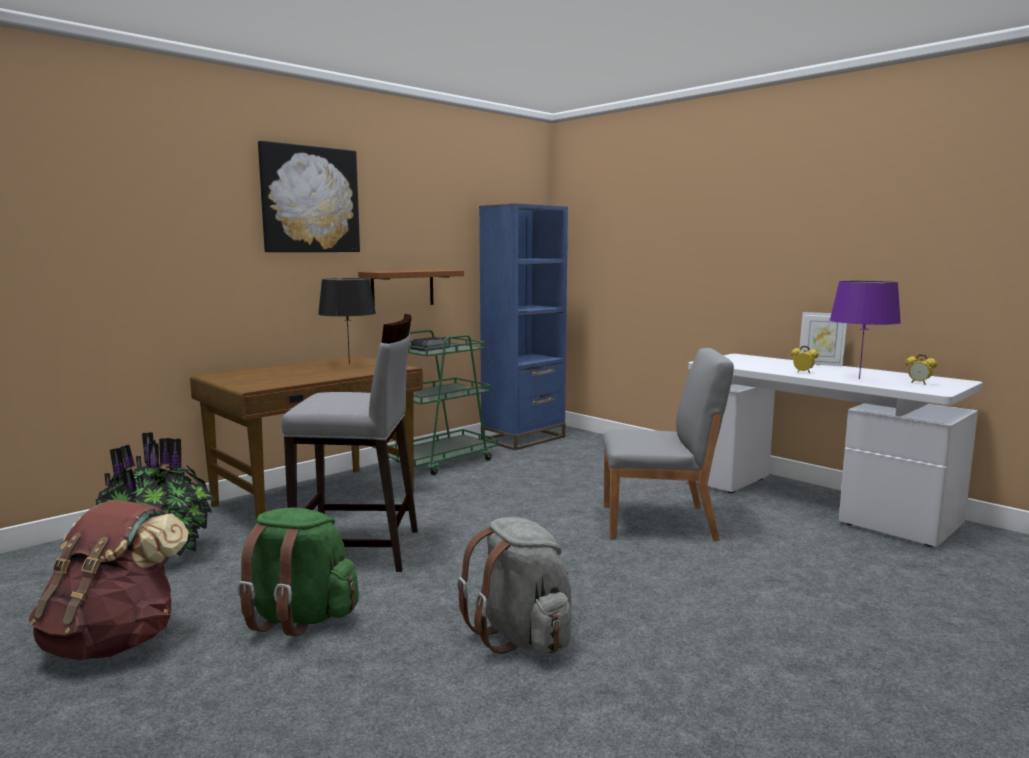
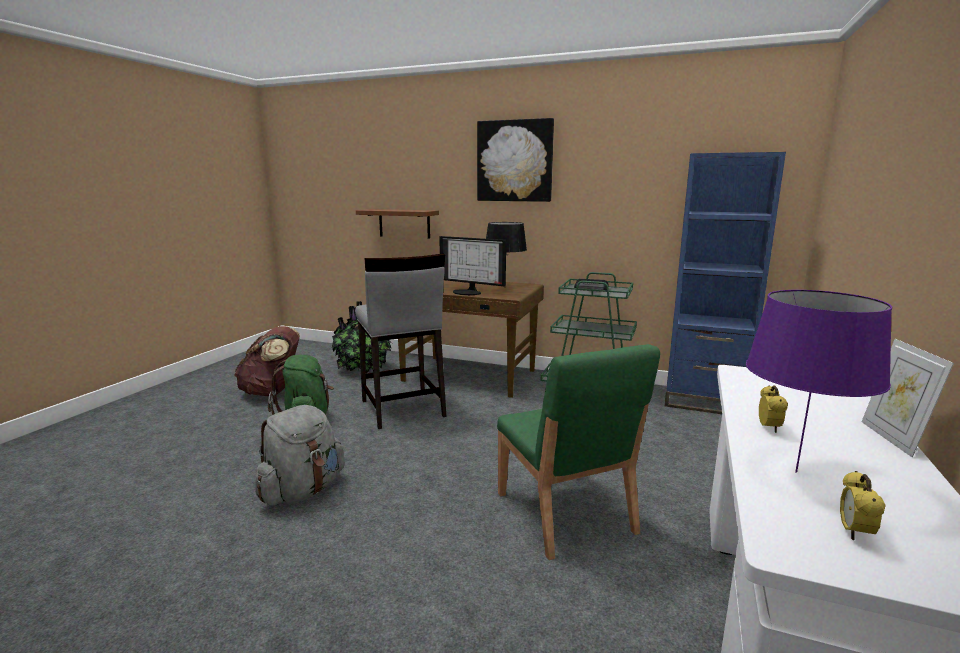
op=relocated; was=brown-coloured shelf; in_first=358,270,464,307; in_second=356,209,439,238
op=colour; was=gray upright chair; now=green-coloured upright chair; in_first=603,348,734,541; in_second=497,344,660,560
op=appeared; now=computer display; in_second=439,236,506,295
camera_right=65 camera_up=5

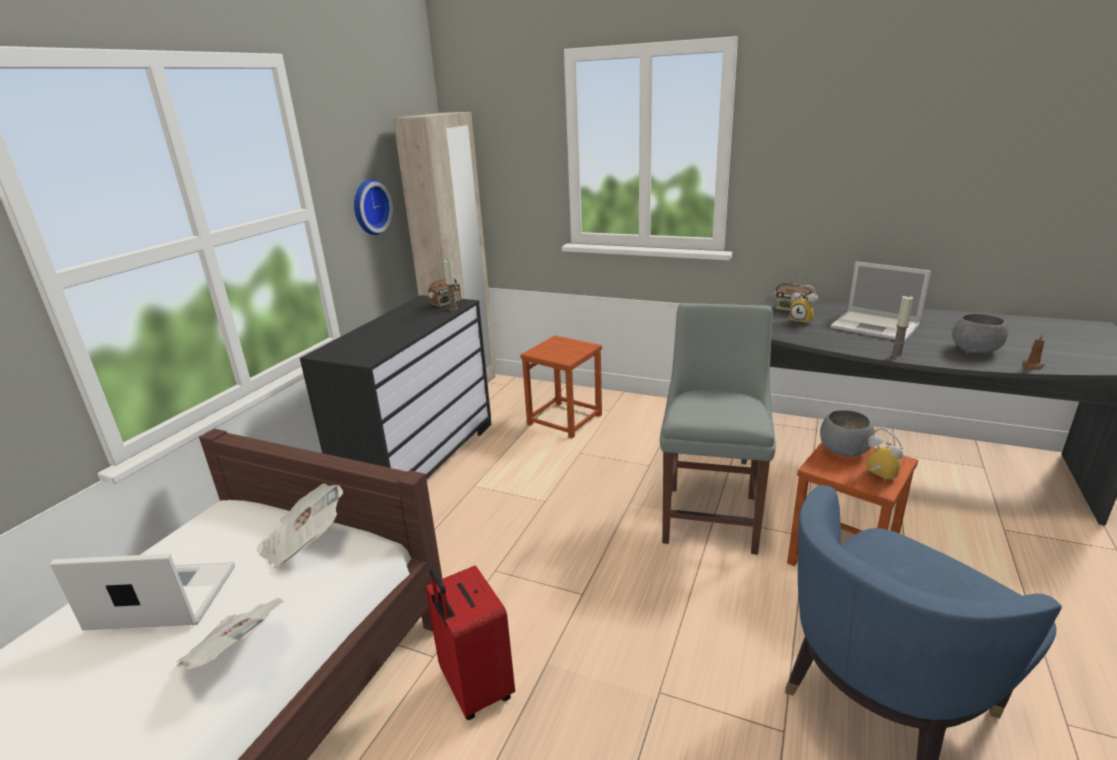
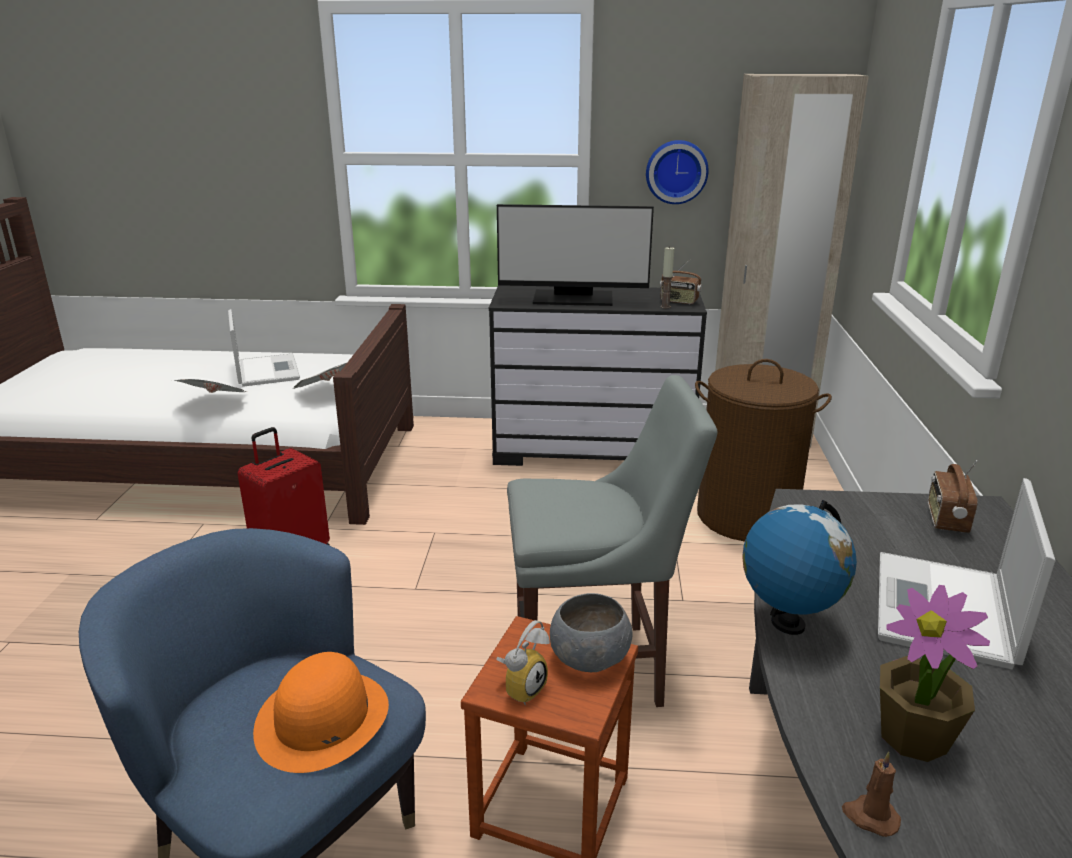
op=missing; was=alarm clock; in_first=789,285,818,323
op=exchanged; was=candle; now=desk globe; in_first=891,295,914,358; in_second=742,500,857,635
op=exchanged; was=gray deep dish; now=potted plant; in_first=952,314,1008,353; in_second=880,585,990,762
op=exchanged; was=brown-coloured sitting stool; now=brown-coloured washing basket; in_first=520,336,602,438; in_second=695,359,832,541
op=appeared; now=computer display; in_second=497,204,654,306
op=appeared; now=orange wearable hat; in_second=253,652,389,773
camera_right=70 camera_up=0

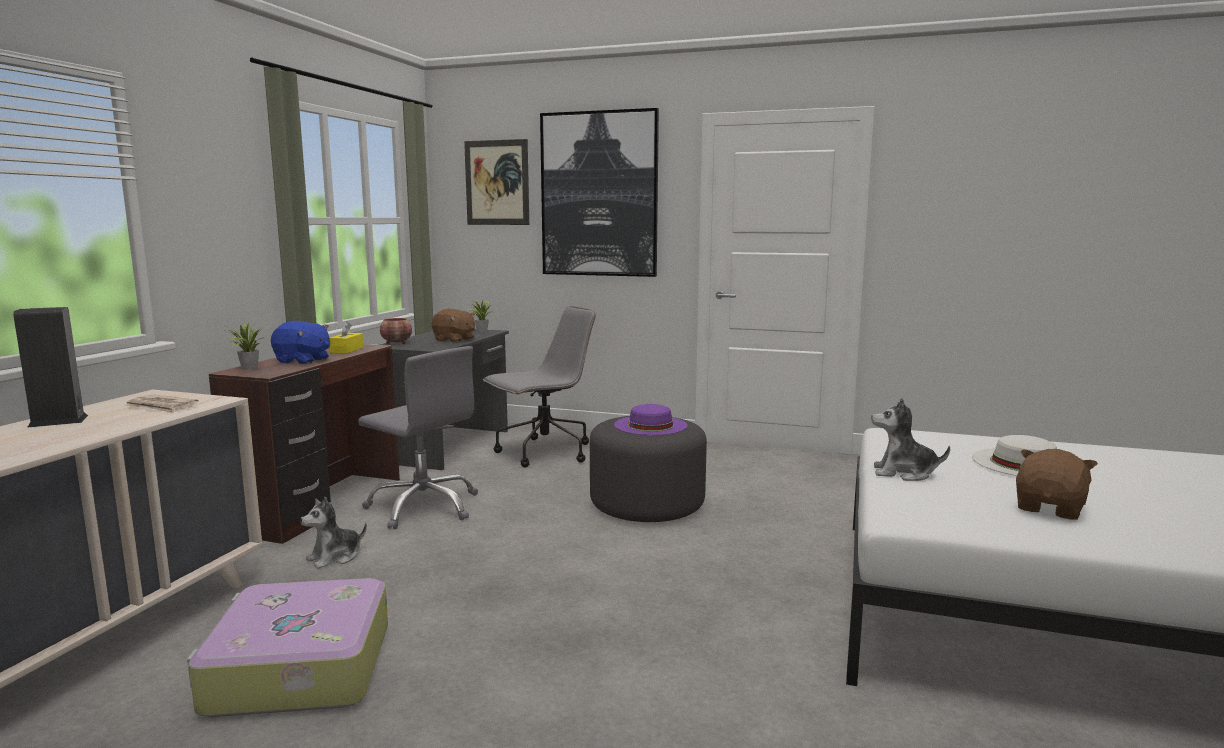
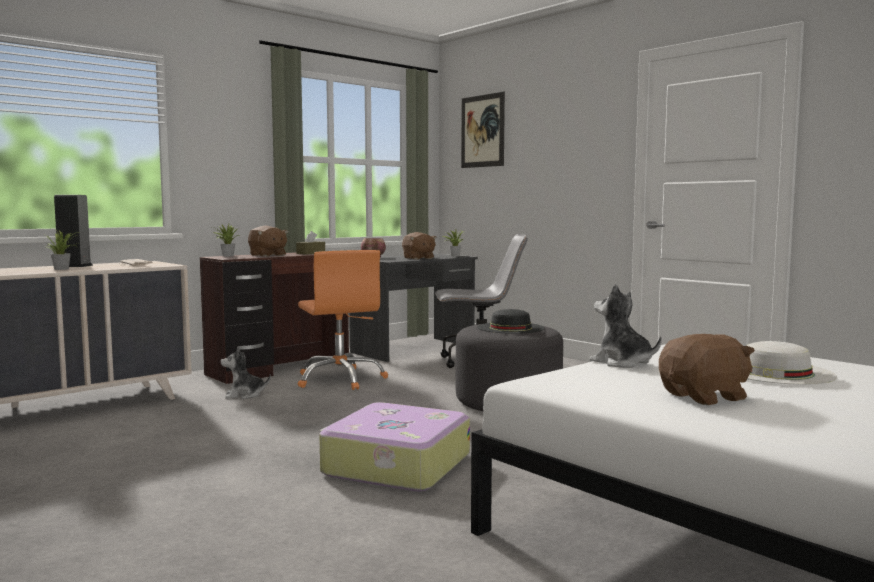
op=missing; was=wall picture; in_first=540,108,659,277
op=colour; was=bluish cuddly toy; now=brown-coloured cuddly toy; in_first=271,321,330,364; in_second=248,226,288,257
op=colour; was=yellowish tissue box; now=brown-coloured tissue box; in_first=330,321,364,353; in_second=296,231,325,255
op=colour; was=gray computer chair; now=orange computer chair; in_first=358,346,478,529; in_second=298,250,388,390
op=colour; was=purplish wearable hat; now=black-coloured wearable hat; in_first=614,404,688,435; in_second=477,309,545,334
op=relocated; was=travel case; in_first=187,578,388,717; in_second=319,402,470,492
op=appeared; now=potted plant; in_second=40,230,79,270
camera_right=30 camera_up=-5

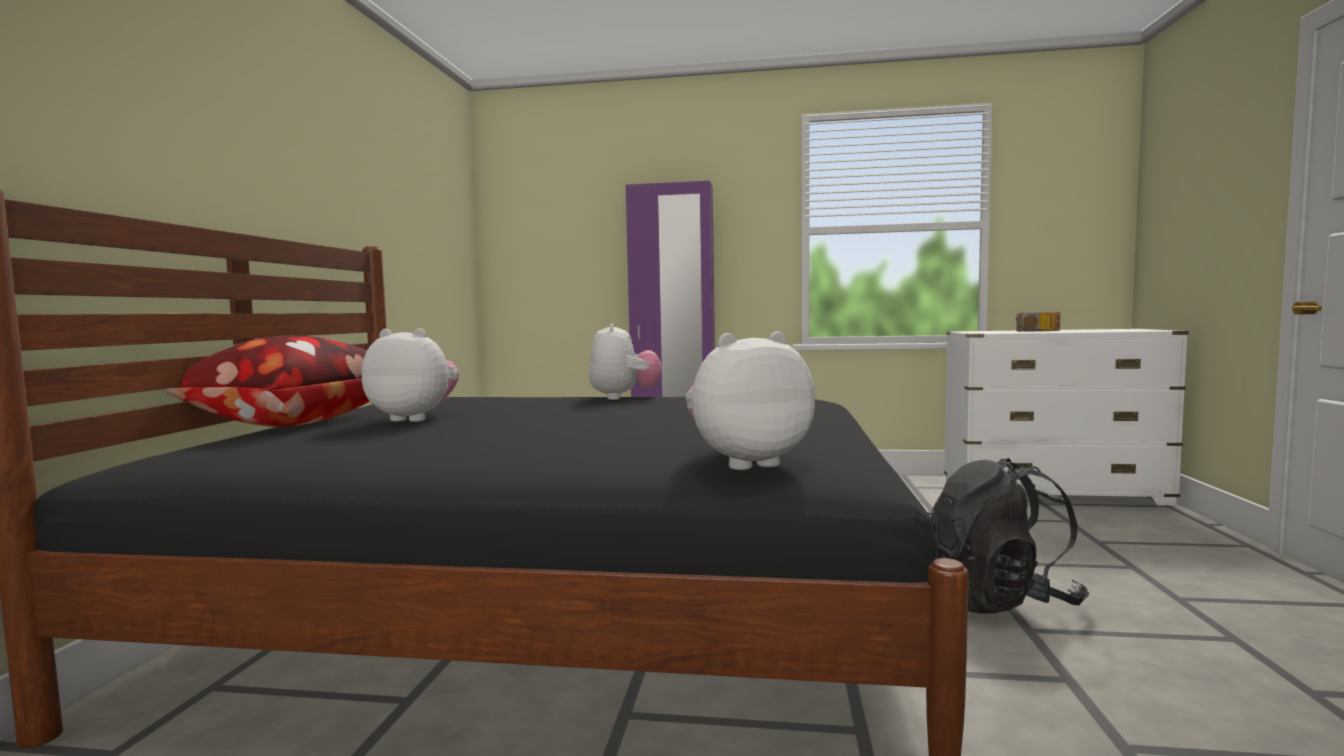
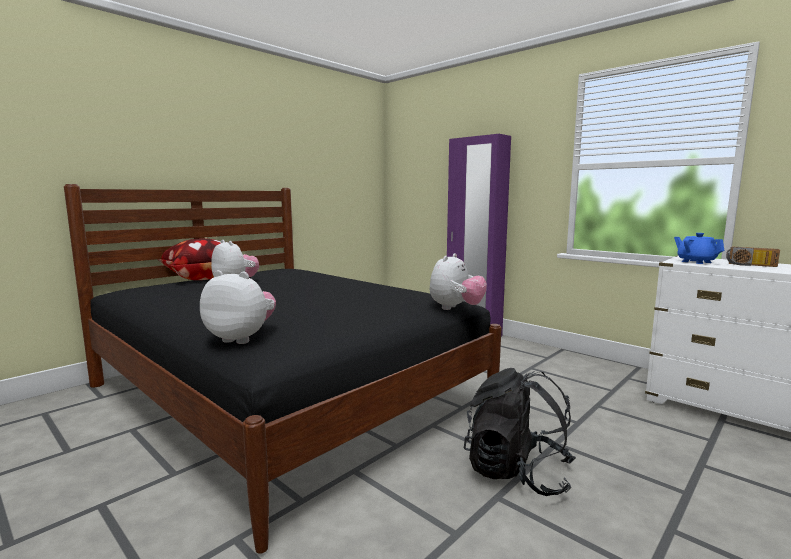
op=relocated; was=cuddly toy; in_first=589,324,661,400; in_second=430,253,487,310
op=appeared; now=bluish teapot; in_second=674,233,724,264
camera_right=35 camera_up=5

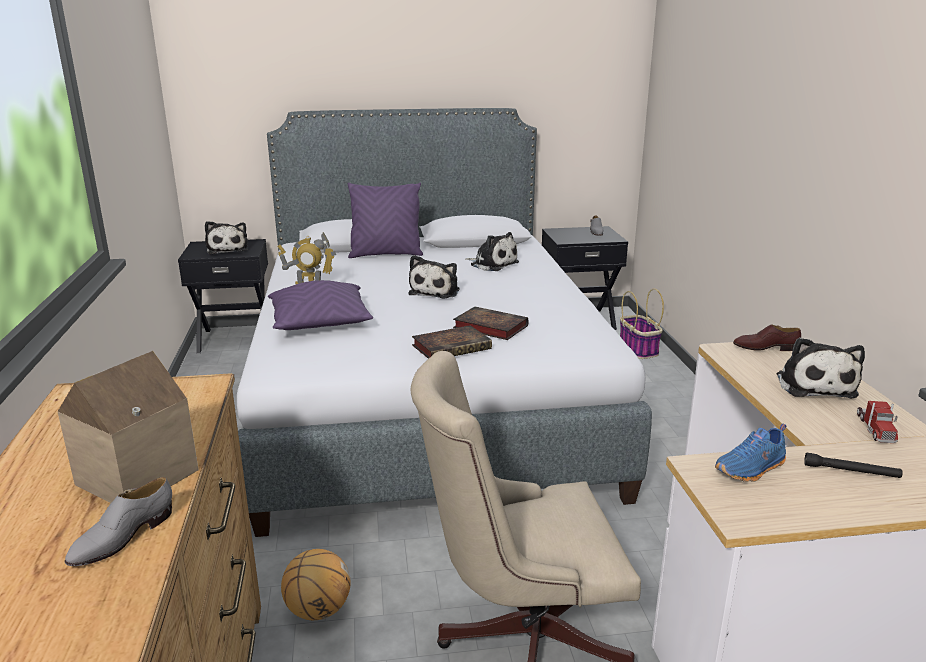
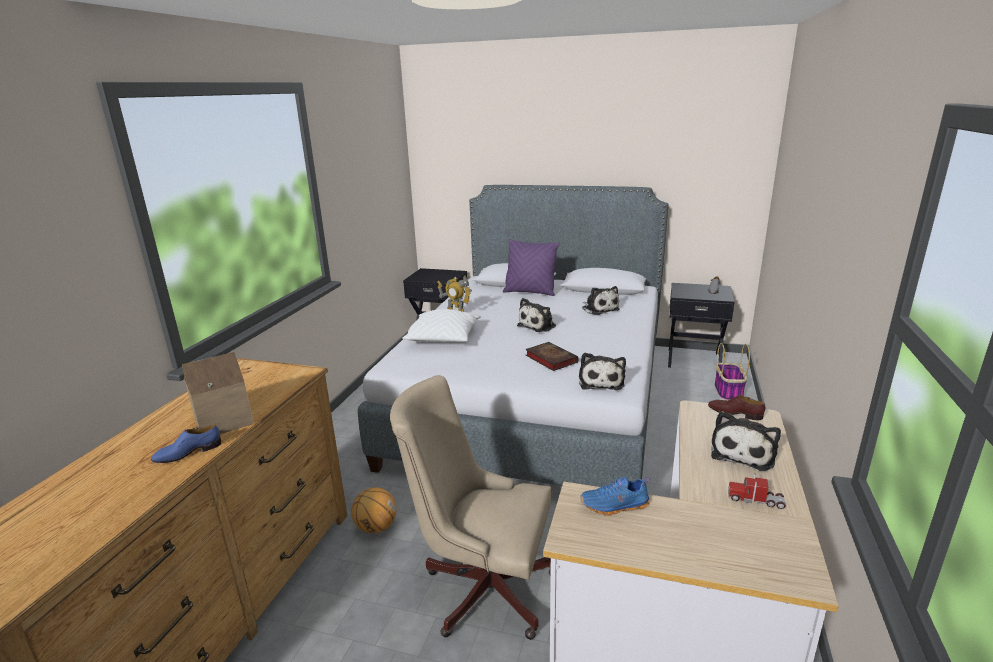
op=relocated; was=cuddly toy; in_first=205,221,248,255; in_second=579,353,626,390
op=colour; was=purplish pillow; now=white pillow; in_first=268,280,373,330; in_second=402,309,481,342
op=missing; was=book; in_first=412,325,492,359
op=spun; was=toy truck; in_first=857,401,898,443; in_second=728,473,786,509; clockwise=75
op=missing; was=black-coloured torch; in_first=804,453,903,478
op=colour; was=gray low shoe; now=bluish low shoe; in_first=64,477,172,566; in_second=151,424,221,463
camera_right=25 camera_up=0

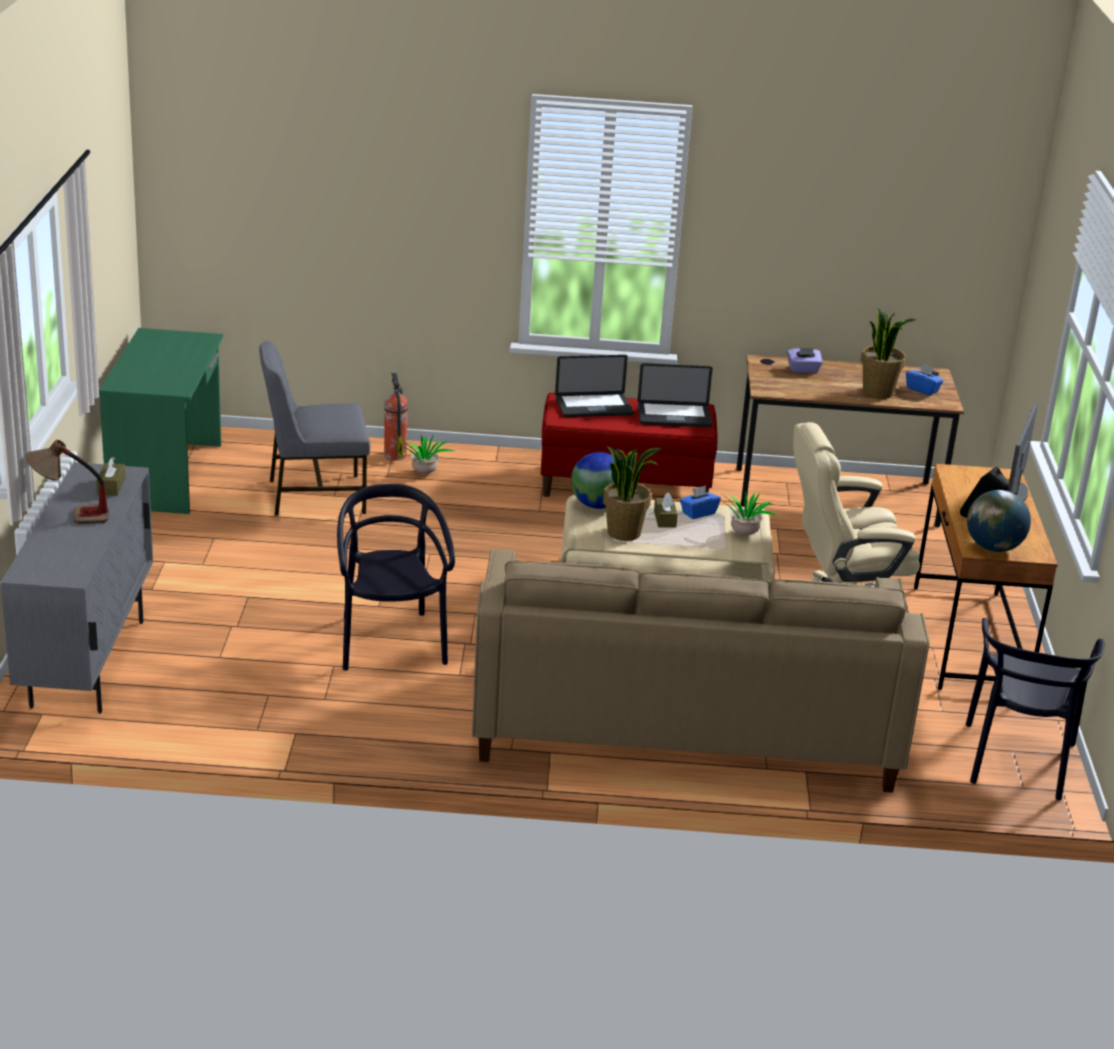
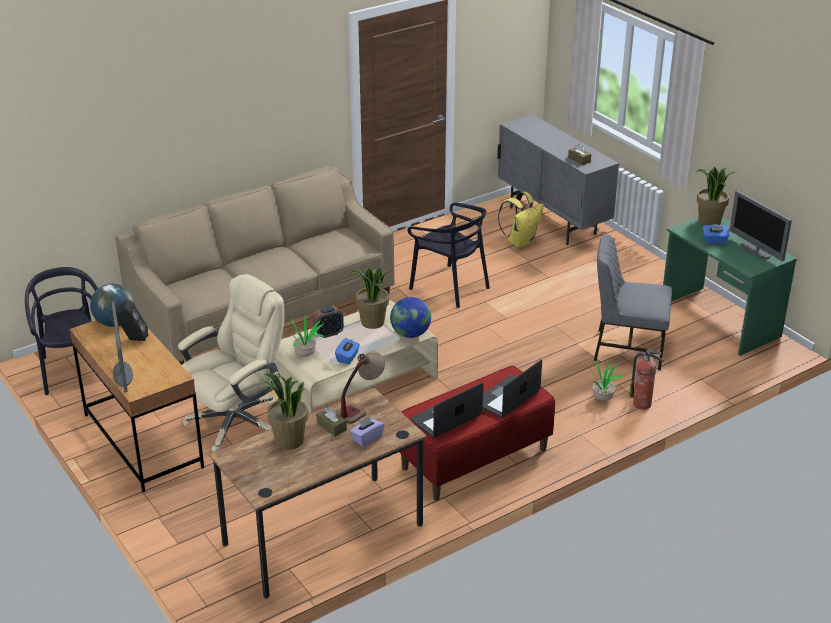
op=spun; was=gray upright chair; in_first=259,341,370,516; in_second=594,234,672,371; clockwise=-120
op=relocated; was=bluish tissue box; in_first=906,363,943,396; in_second=703,225,729,244
op=relocated; was=lamp for a table; in_first=25,440,109,524; in_second=336,352,385,424
op=relocated; was=brown-coloured tissue box; in_first=654,492,678,528; in_second=317,407,347,437
op=appeared; now=potted plant; in_second=696,167,737,226
op=appeared; now=computer display; in_second=730,191,792,261
op=appeared; now=yellowish backpack; in_second=498,192,544,248
op=appeared; now=alarm clock; in_second=313,306,344,338
camera_right=145 camera_up=5

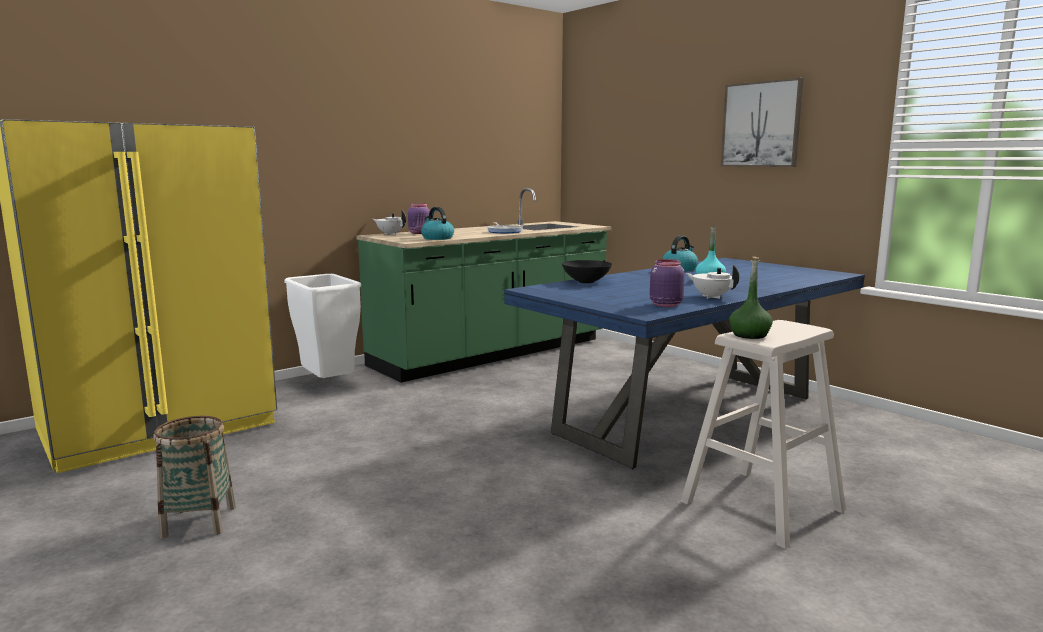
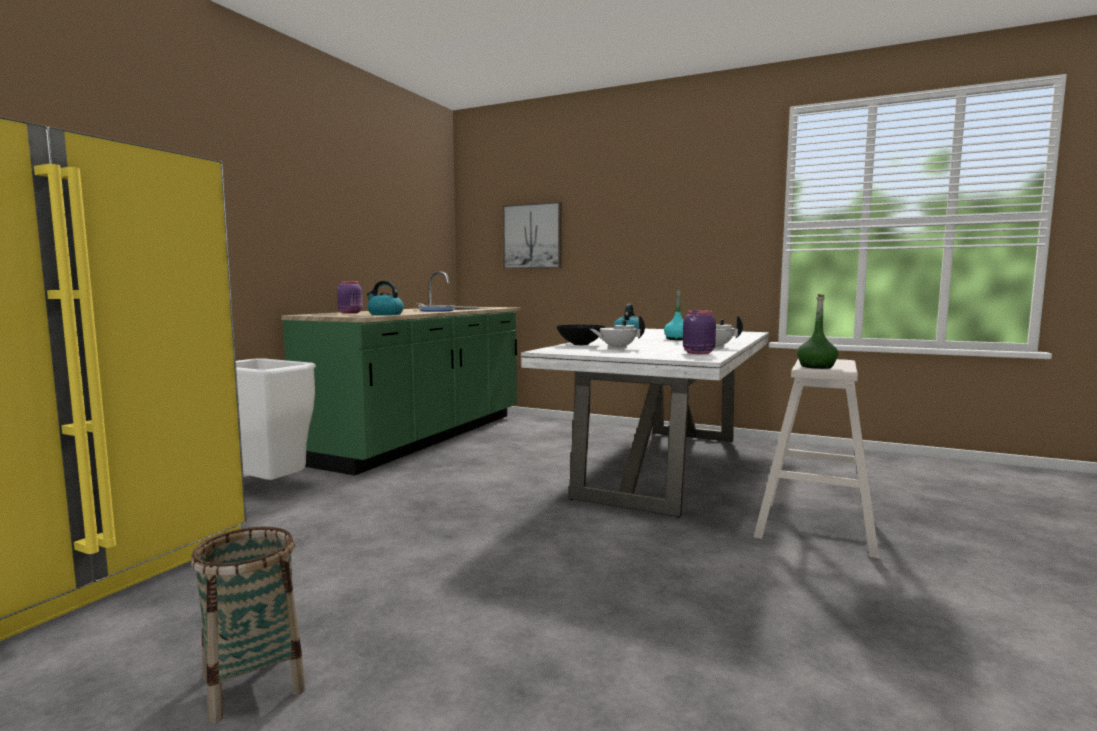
op=relocated; was=wall picture; in_first=721,78,803,167; in_second=502,201,562,269
op=relocated; was=white teapot; in_first=373,210,406,235; in_second=590,316,645,349
op=colour; was=bluish dinner table; now=white dinner table; in_first=504,258,865,469; in_second=521,329,769,518
camera_right=-25 camera_up=-5

